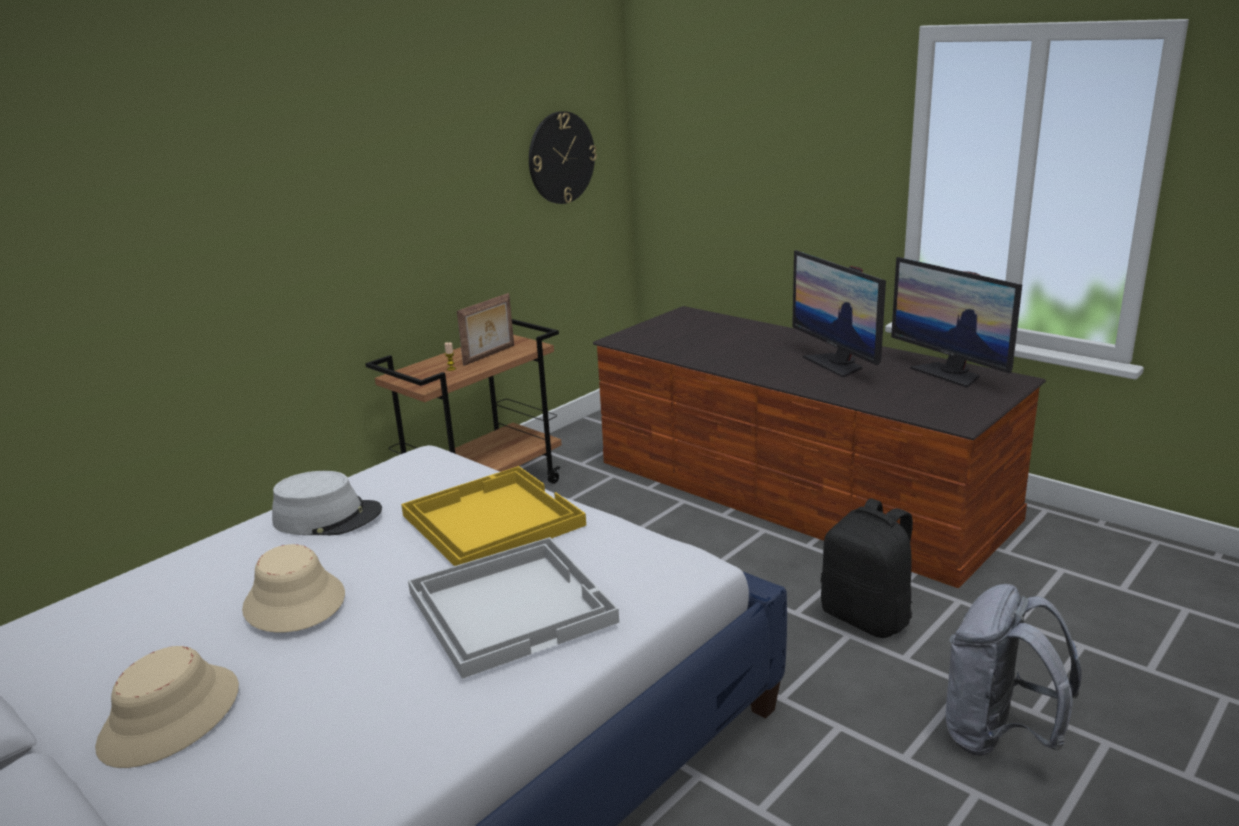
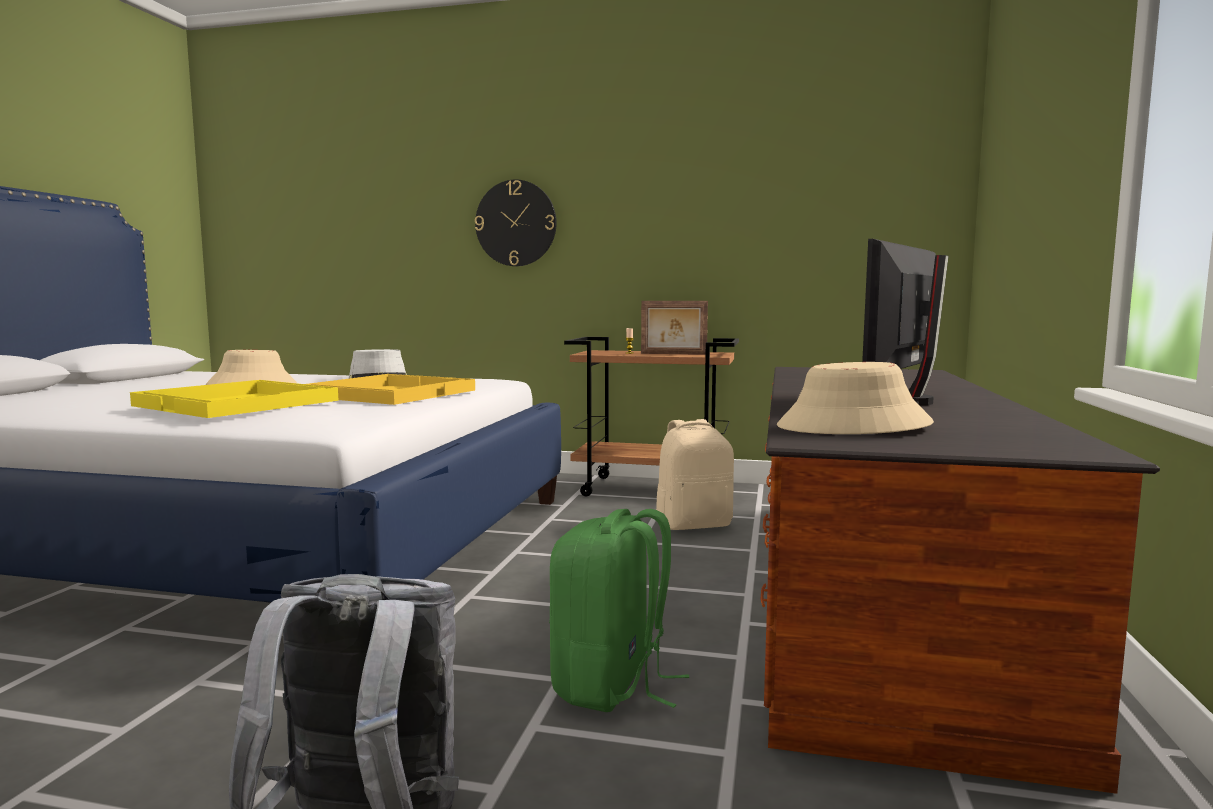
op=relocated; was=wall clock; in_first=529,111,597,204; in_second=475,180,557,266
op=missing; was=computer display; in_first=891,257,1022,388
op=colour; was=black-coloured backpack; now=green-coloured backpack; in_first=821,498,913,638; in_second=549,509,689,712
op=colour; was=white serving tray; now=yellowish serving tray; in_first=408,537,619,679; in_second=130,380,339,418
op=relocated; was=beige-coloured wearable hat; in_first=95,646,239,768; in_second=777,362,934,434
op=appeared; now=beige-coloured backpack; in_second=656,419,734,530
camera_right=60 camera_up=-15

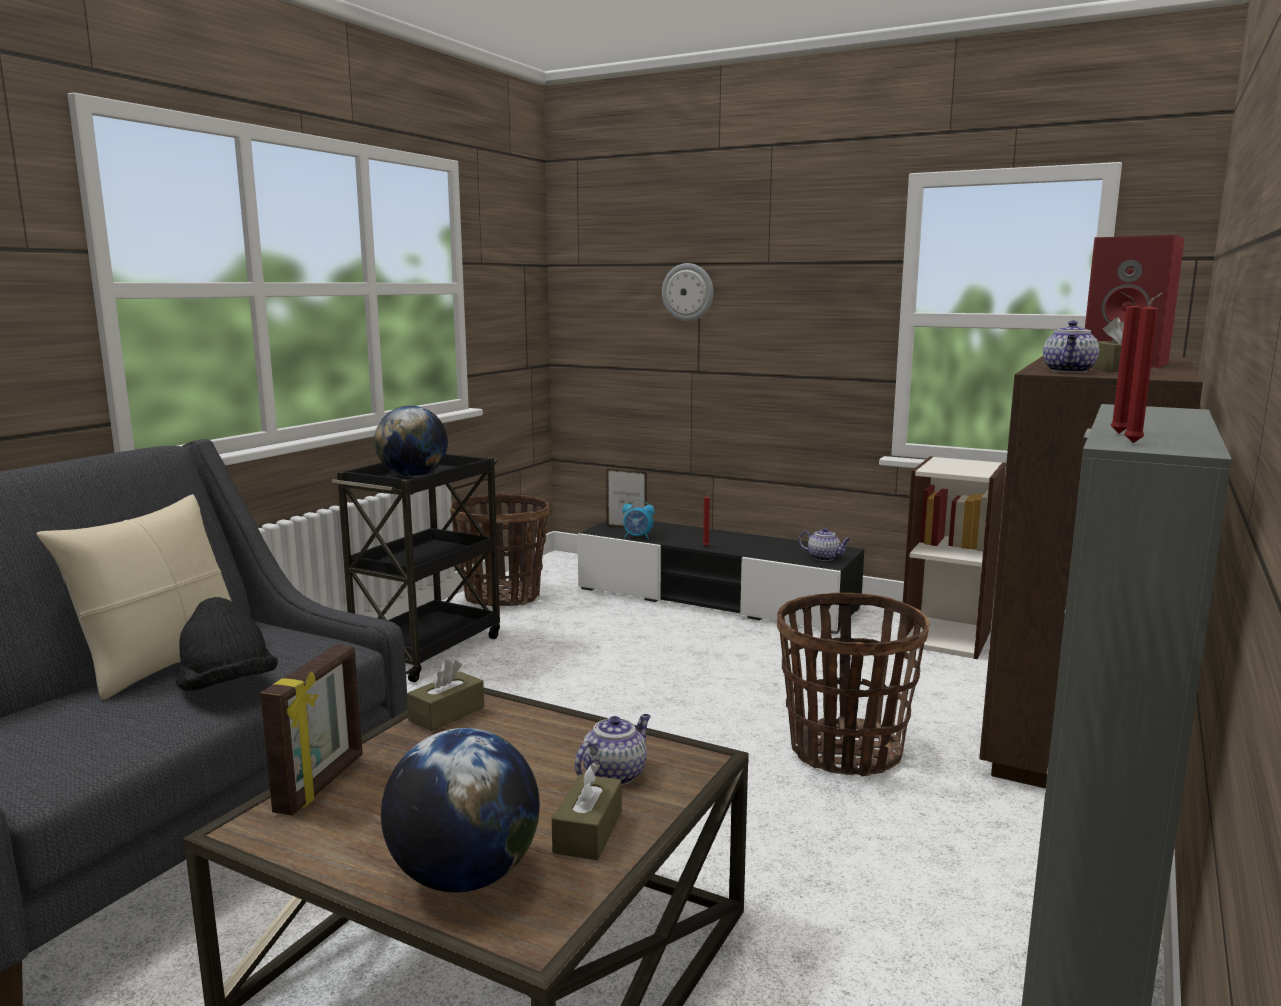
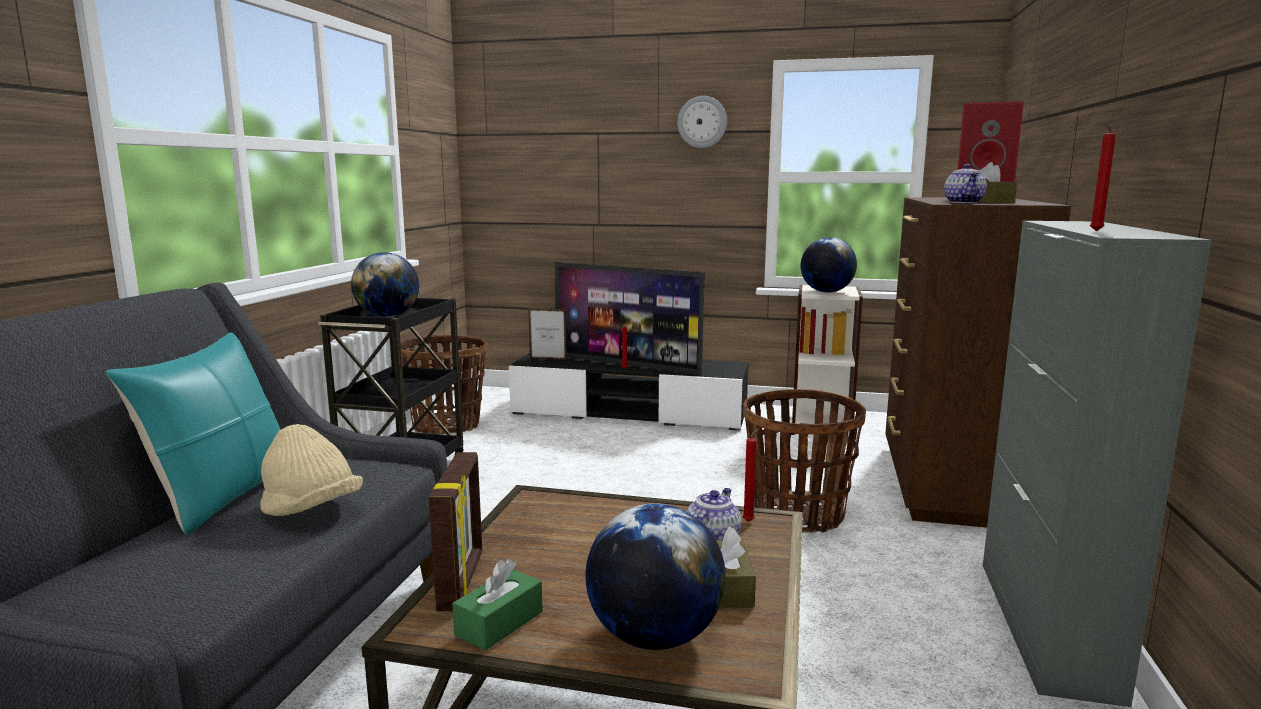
op=relocated; was=wall clock; in_first=662,263,713,321; in_second=677,96,727,148
op=relocated; was=red candle; in_first=1124,292,1163,443; in_second=743,428,759,522
op=colour; was=beige-coloured pillow; now=blue-green pillow; in_first=36,494,232,700; in_second=106,332,281,535
op=missing; was=alarm clock; in_first=622,499,655,539
op=missing; was=teapot; in_first=799,528,851,561
op=colour; was=black-coloured wearable hat; now=beige-coloured wearable hat; in_first=176,597,278,691; in_second=260,424,363,516
op=missing; was=brown-coloured tissue box; in_first=407,660,484,731
op=appeared; now=desk globe; in_second=801,237,857,293
op=appeared; now=TV; in_second=555,262,705,375
op=appeared; now=green-coloured tissue box; in_second=452,559,543,651
camera_right=-15 camera_up=0

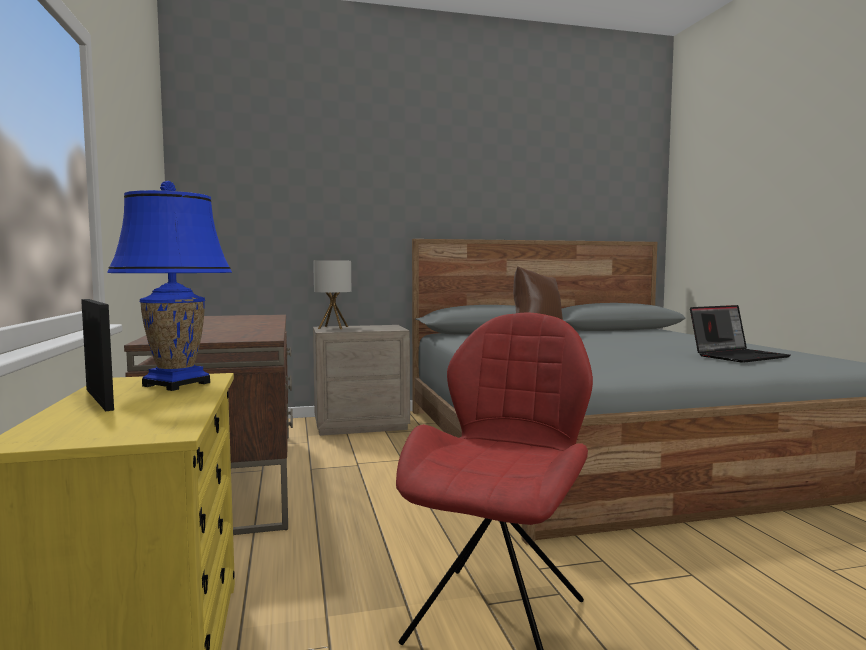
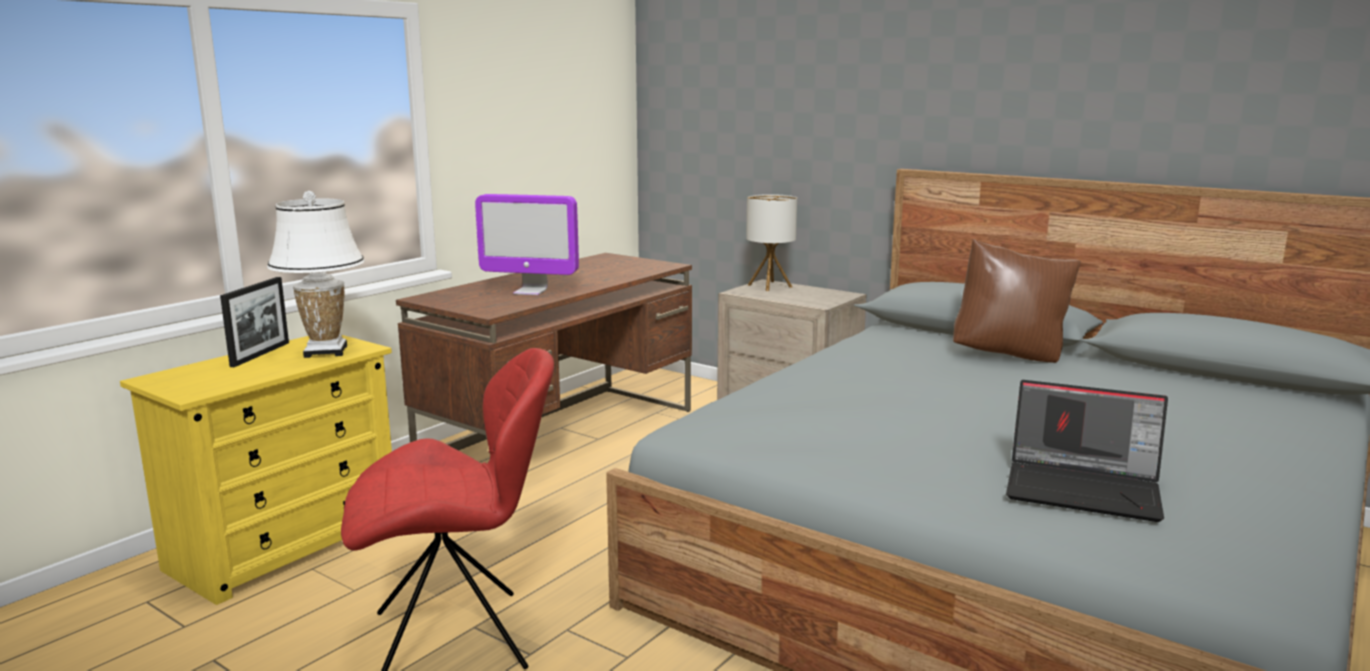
op=colour; was=bluish lamp for a table; now=white lamp for a table; in_first=107,181,232,391; in_second=267,191,365,358
op=appeared; now=computer display; in_second=475,194,579,295
camera_right=50 camera_up=10

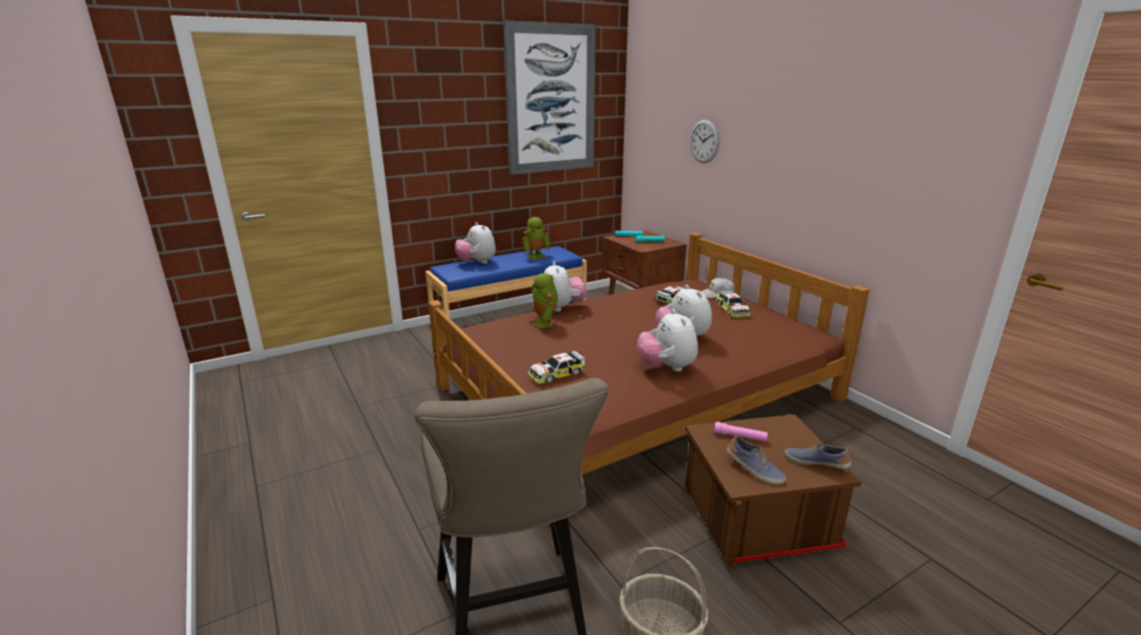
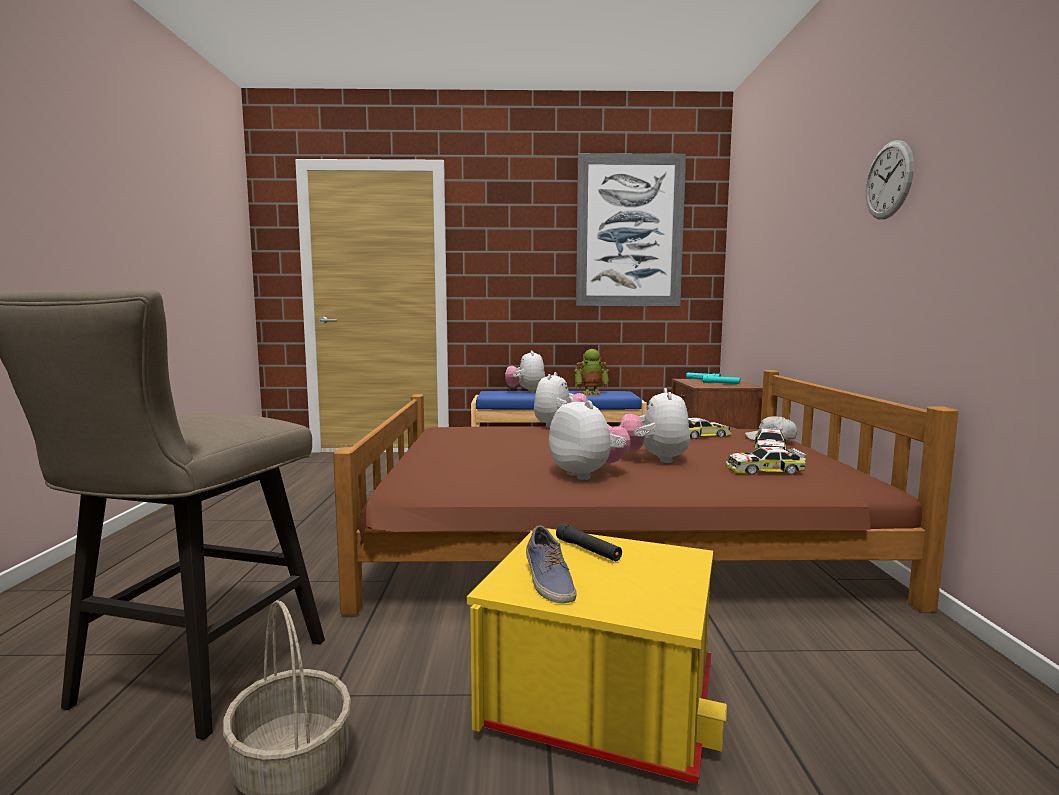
op=relocated; was=wall clock; in_first=690,120,720,163; in_second=865,140,914,219
op=missing; was=toy robot; in_first=530,273,558,328
op=spun; was=cuddly toy; in_first=637,309,698,372; in_second=549,397,631,480; clockwise=135
op=relocated; was=miniature car; in_first=528,350,585,384; in_second=726,447,806,475
op=colour; was=brown-coloured storage container; now=yellowish storage container; in_first=685,414,861,568; in_second=467,528,727,785
op=colour; was=pink torch; now=black-coloured torch; in_first=714,422,768,442; in_second=556,523,622,561
op=missing; was=low shoe; in_first=784,443,851,469
camera_right=30 camera_up=-15

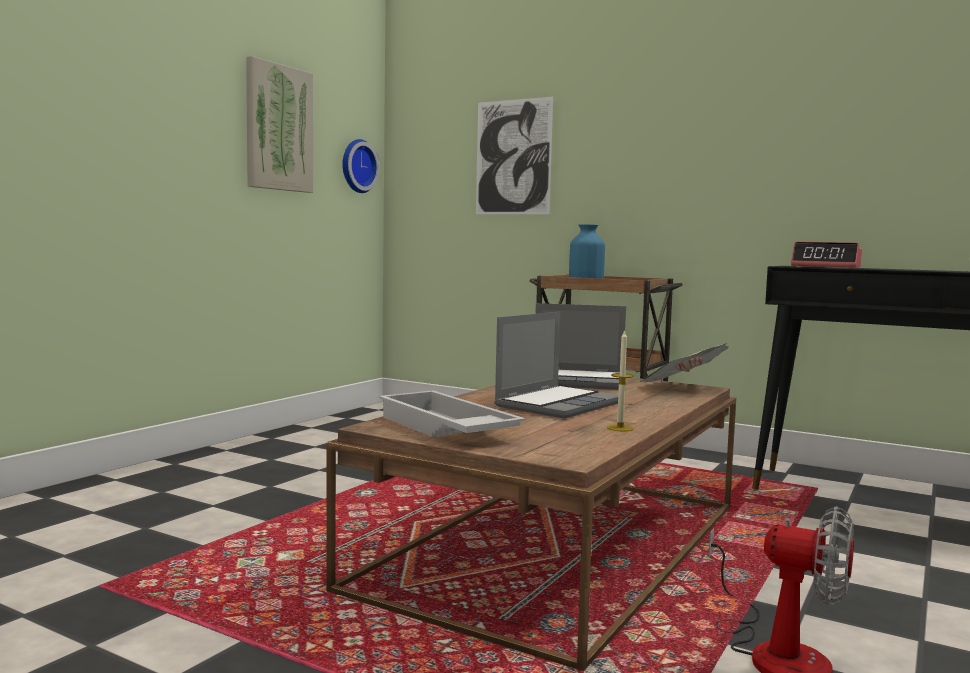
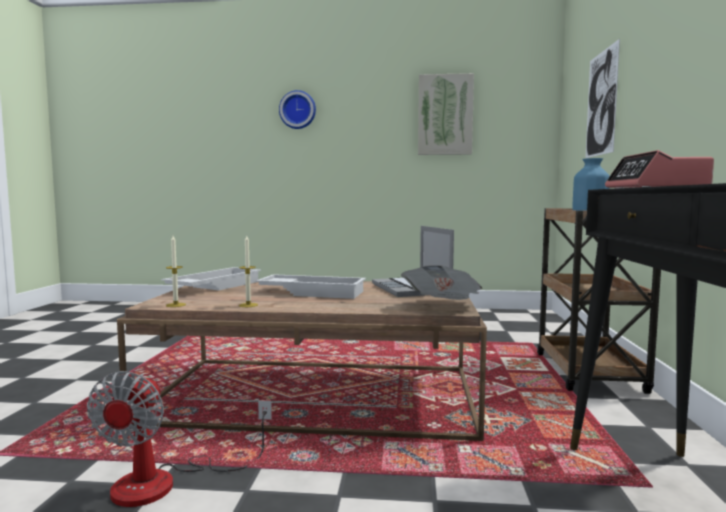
op=relocated; was=wall clock; in_first=342,139,380,193; in_second=279,90,316,129
op=exchanged; was=laptop; now=white serving tray; in_first=494,312,618,419; in_second=256,274,366,299
op=appeared; now=candle; in_second=166,236,186,307
camera_right=65 camera_up=0

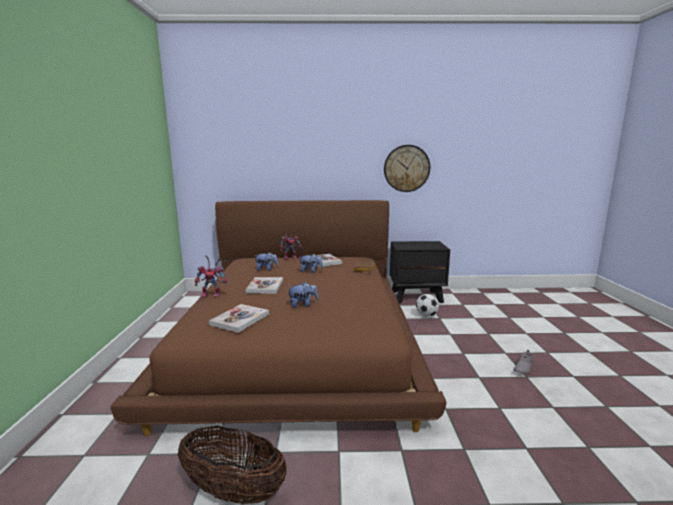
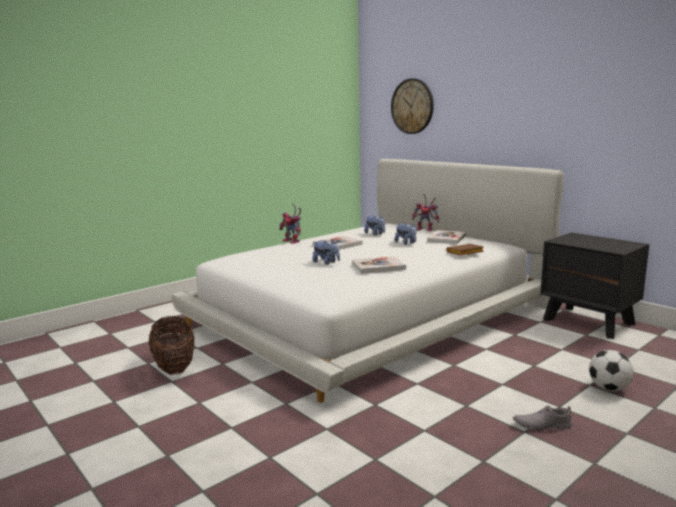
op=relocated; was=wall clock; in_first=384,145,430,192; in_second=391,78,434,134
op=colour; was=brown-coloured sleeping bed; now=white sleeping bed; in_first=110,200,446,437; in_second=171,159,564,403
op=relocated; was=football ball; in_first=416,294,439,317; in_second=589,350,634,391
op=relocated; was=book; in_first=209,304,269,333; in_second=352,256,406,274
camera_right=50 camera_up=0

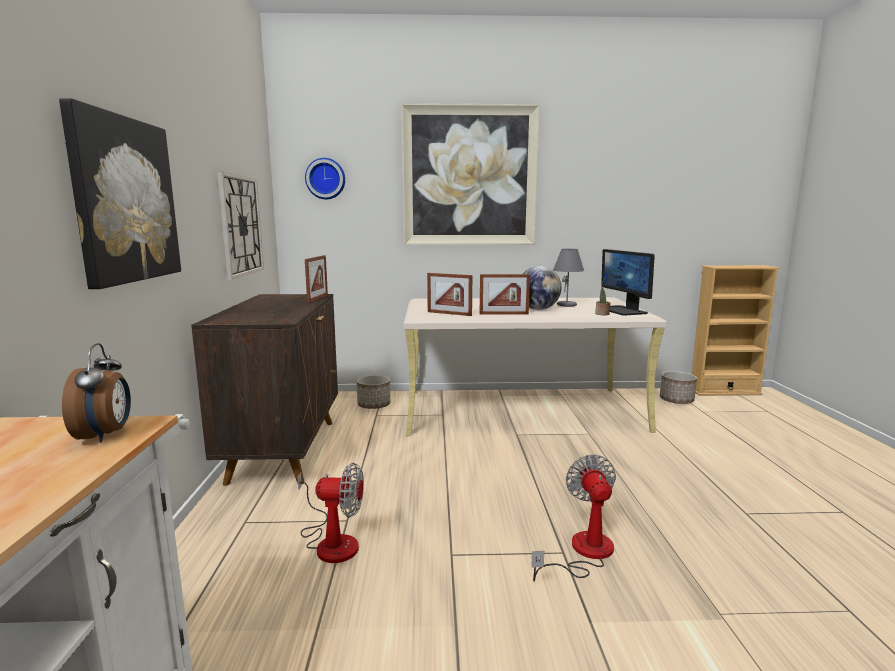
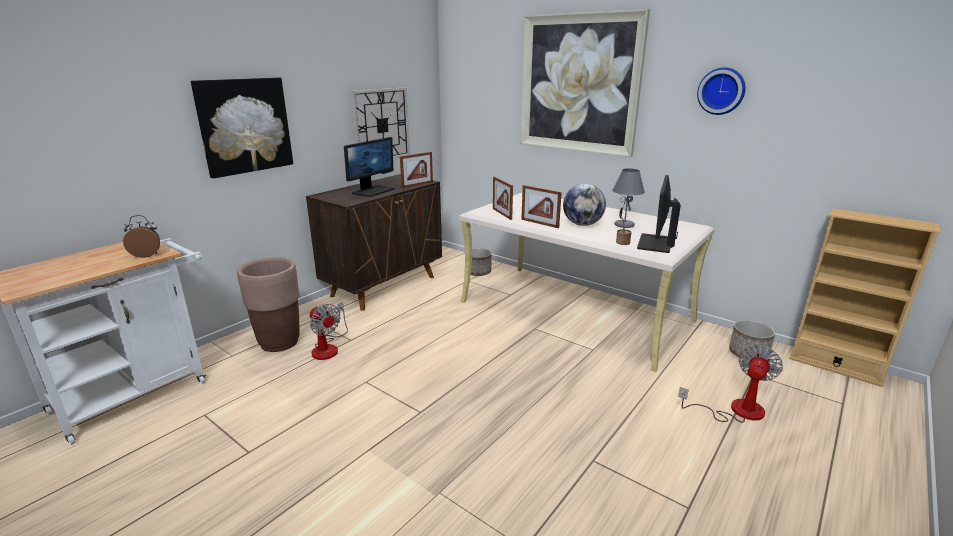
op=relocated; was=wall clock; in_first=305,158,345,199; in_second=697,67,745,115
op=spun; was=alarm clock; in_first=62,343,131,443; in_second=123,215,160,258; clockwise=-135
op=relocated; was=fan; in_first=531,454,616,581; in_second=678,345,783,423
op=appeared; now=computer display; in_second=344,137,395,197
op=appeared; now=brown-coloured flower pot; in_second=237,257,300,352
camera_right=40 camera_up=10

